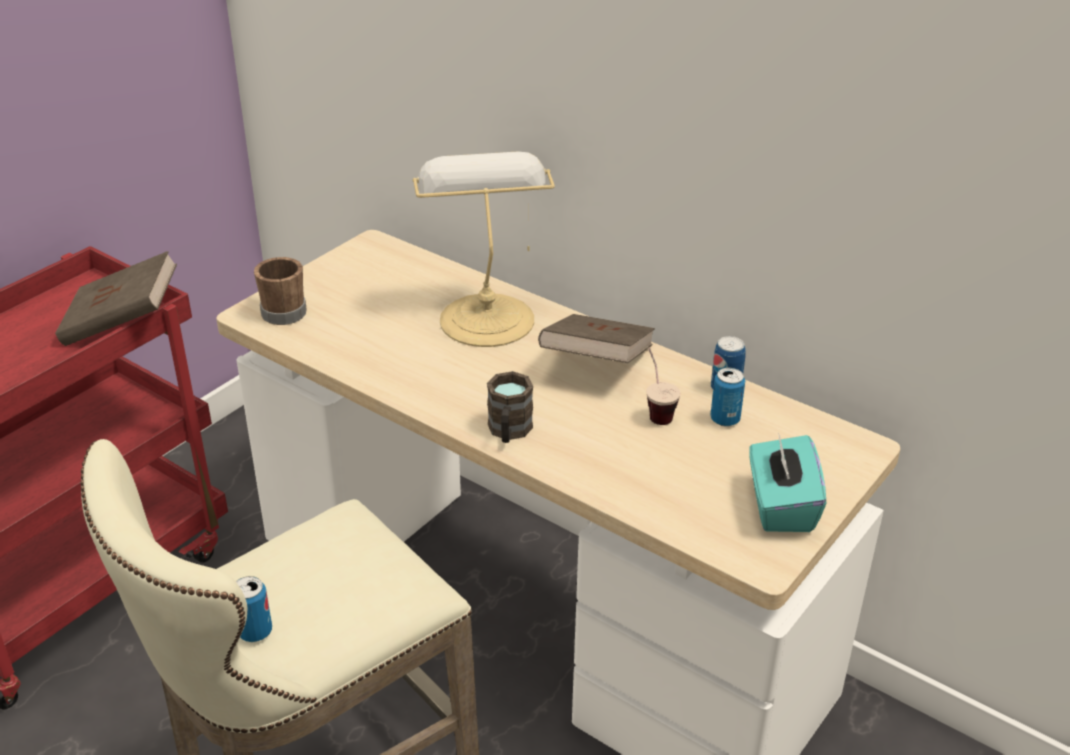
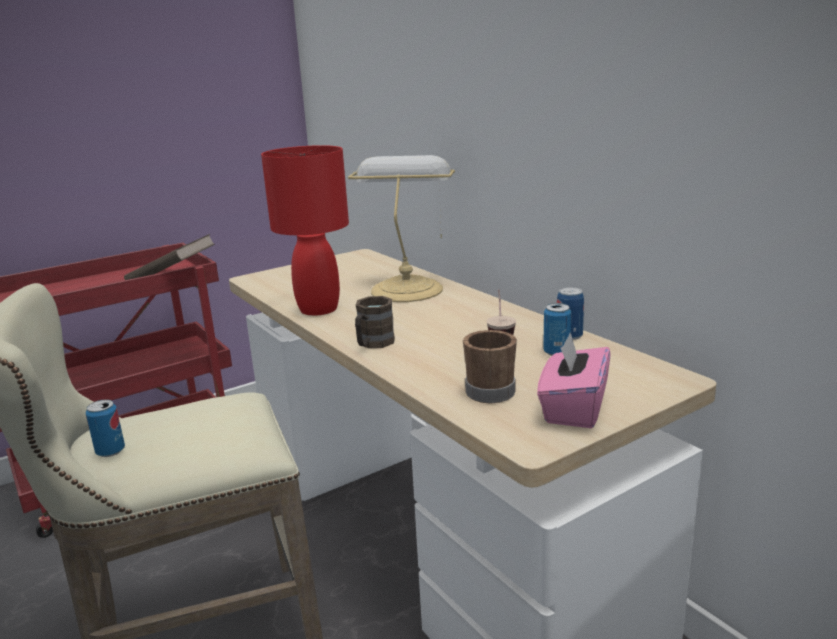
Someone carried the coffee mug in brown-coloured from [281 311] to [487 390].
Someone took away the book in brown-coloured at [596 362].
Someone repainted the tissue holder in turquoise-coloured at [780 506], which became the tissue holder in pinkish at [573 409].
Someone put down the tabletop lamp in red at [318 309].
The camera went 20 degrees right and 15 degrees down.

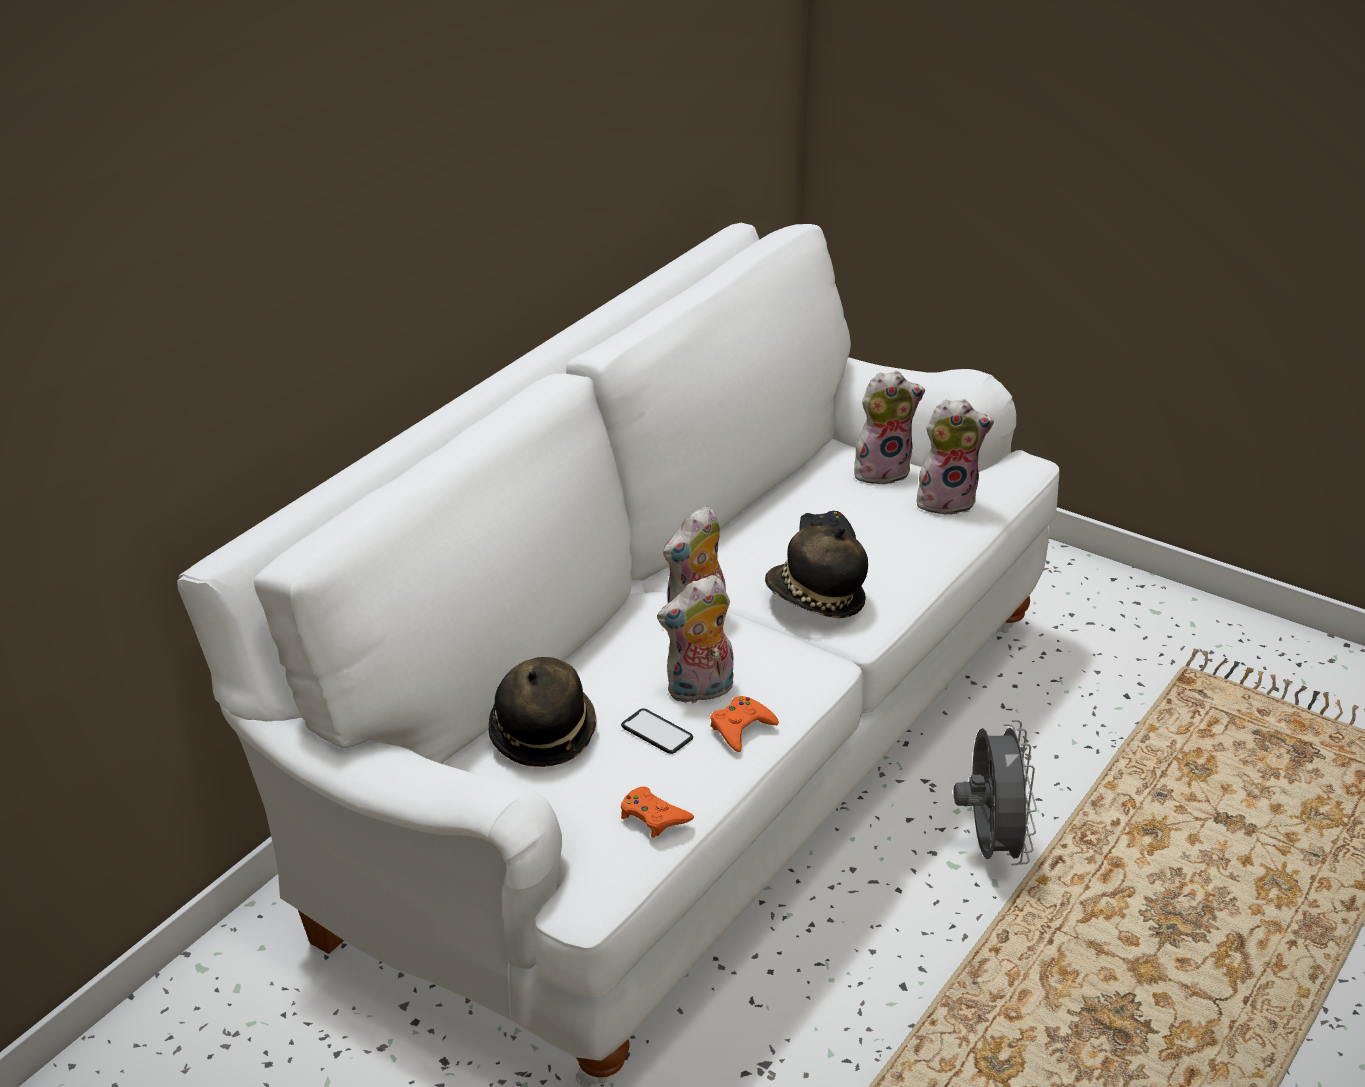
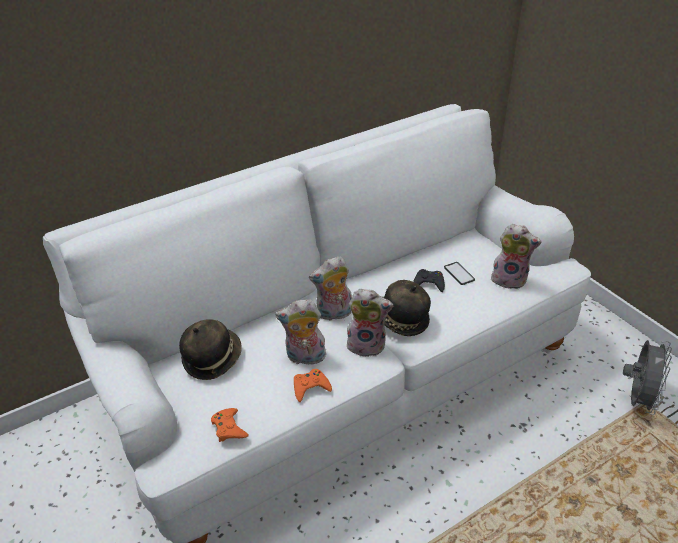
Someone carried the cuddly toy from [882 471] to [367 345].
Someone carried the telephone from [657 732] to [459 274].
Someone carried the cooling fan in grey from [990 847] to [637 399].
The camera went 25 degrees right and 5 degrees up.

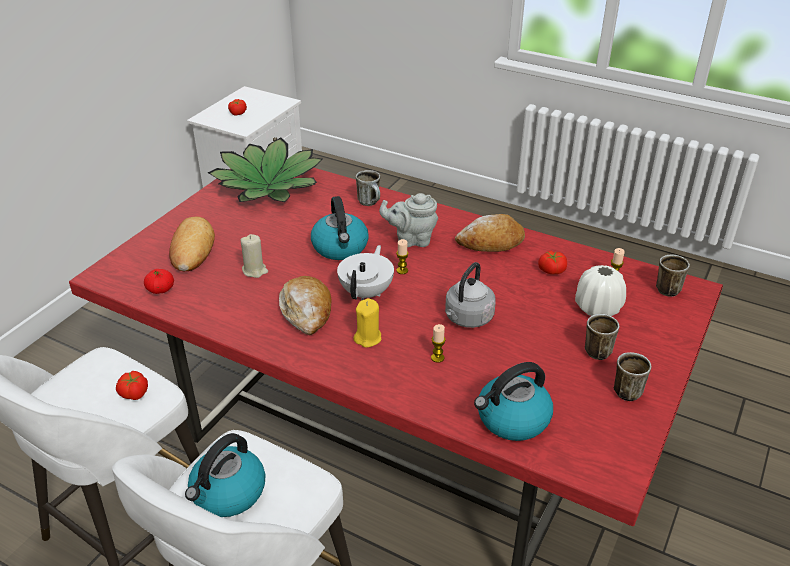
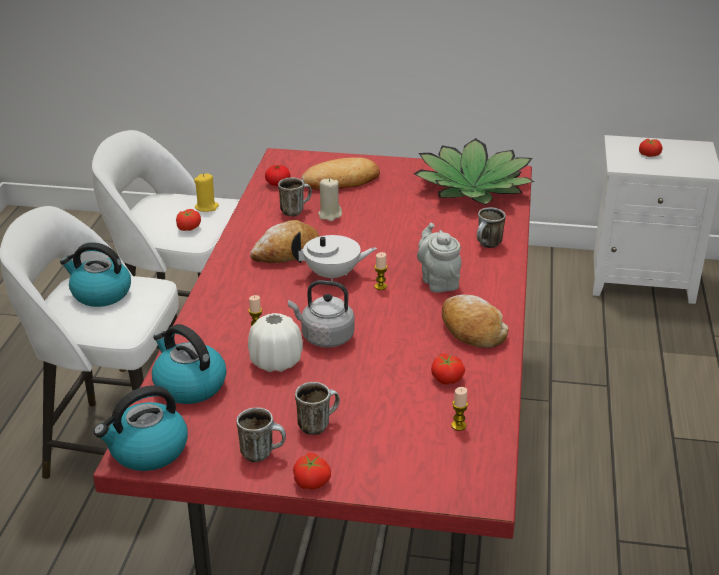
Someone carried the kettle from [340 248] to [147 451].
Someone carried the coffee mug from [664 288] to [295 210].
Someone carried the flower vase in white-coloured from [597 308] to [276 362].
Someone carried the wax candle in yellow-coloured from [368 338] to [207 207].
Someone put down the whole tomato at [312 481].
The camera went 70 degrees right and 5 degrees down.

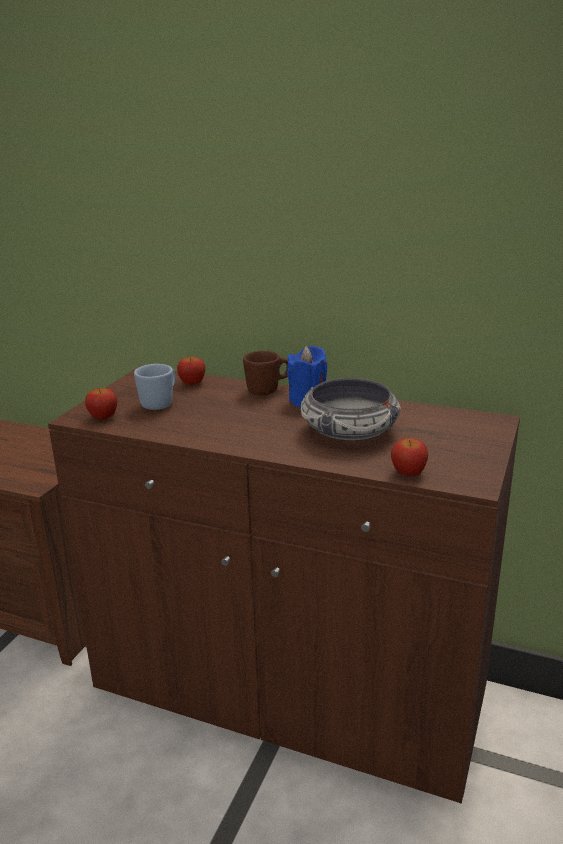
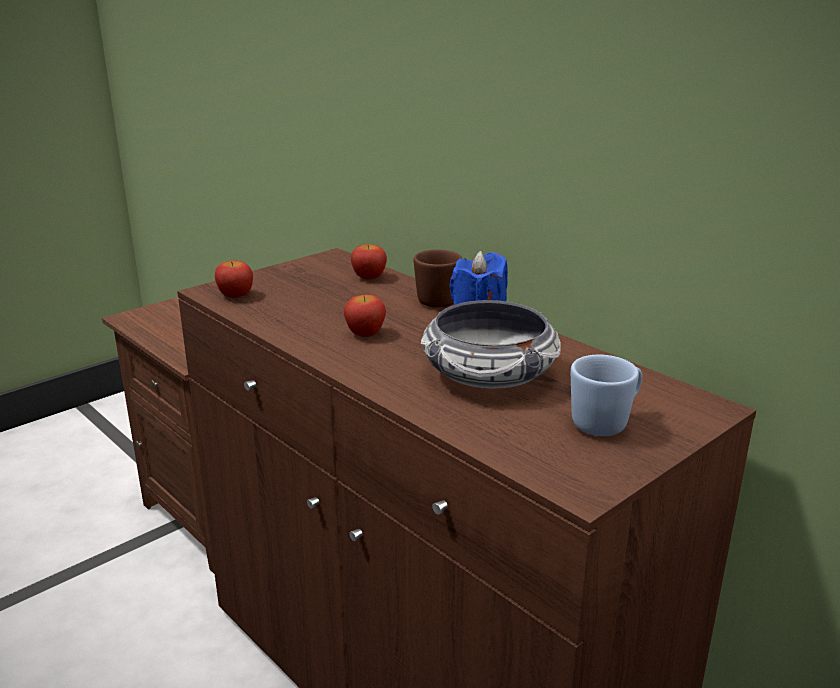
Someone carried the coffee mug in bluish from [160 403] to [606 422].
Someone carried the apple fruit from [408 472] to [365 333].
The camera went 25 degrees right and 0 degrees up.

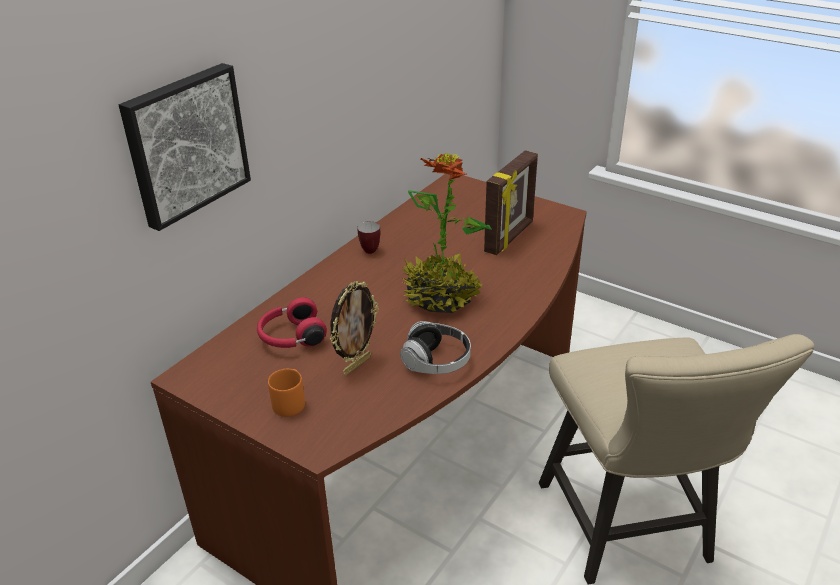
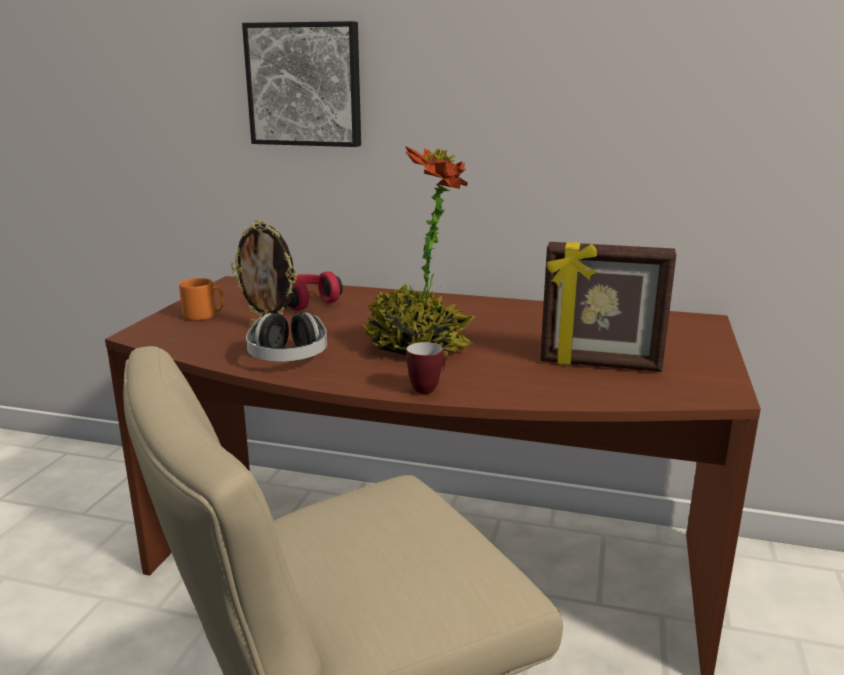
Someone carried the coffee mug from [368 249] to [427 388].
The camera went 70 degrees right and 15 degrees down.

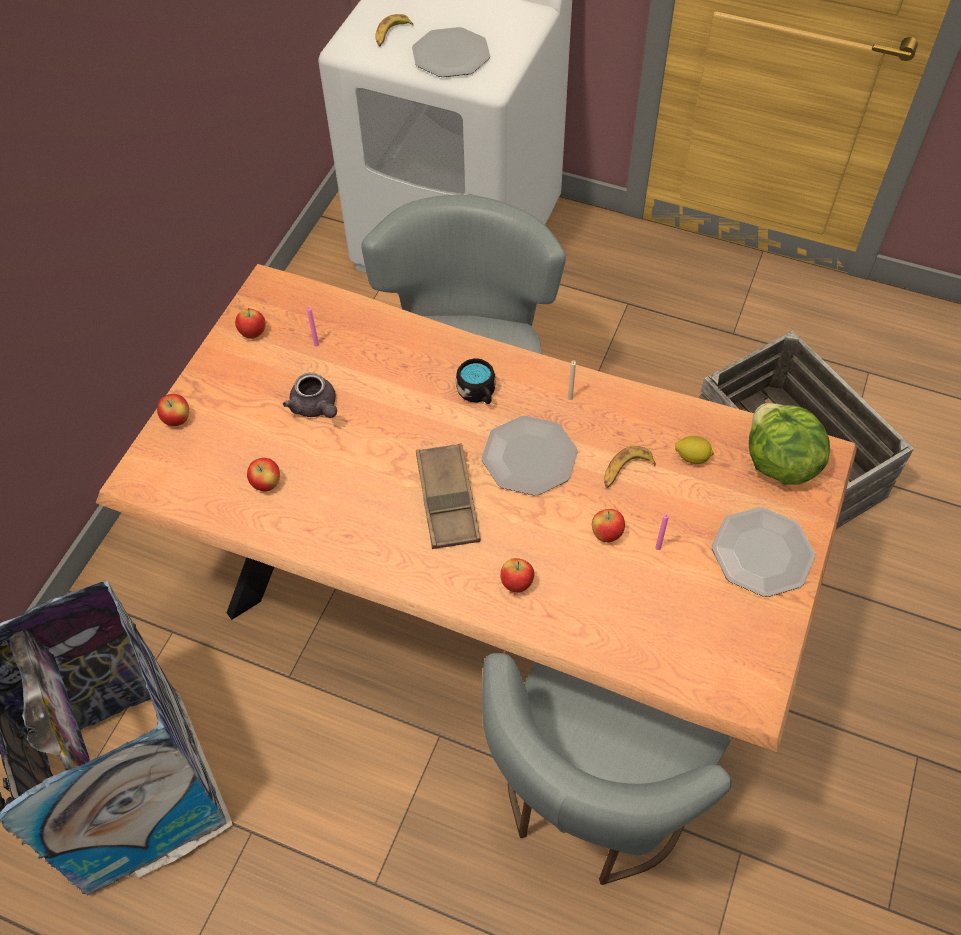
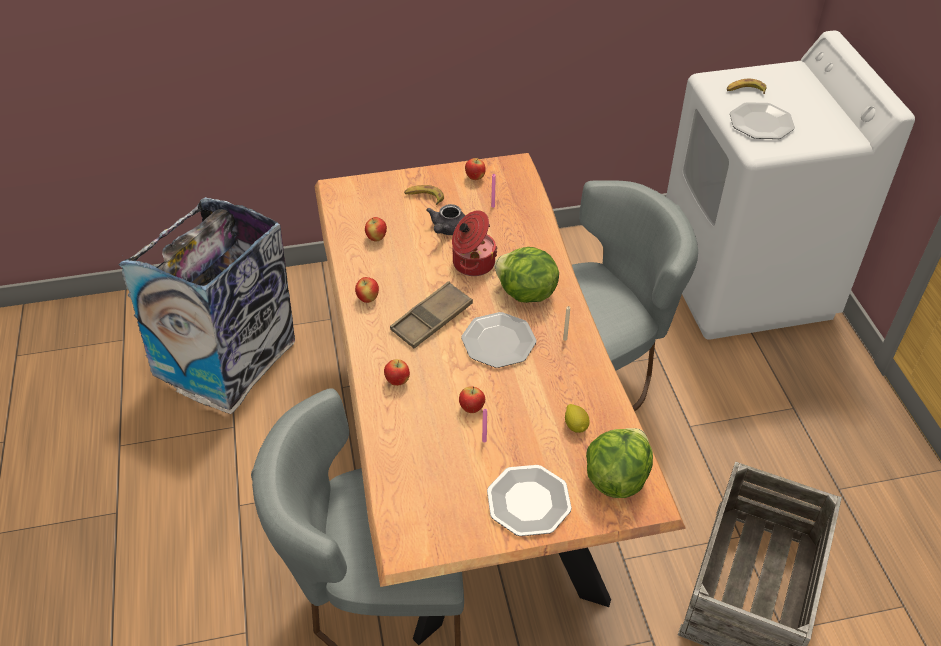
Someone swapped the coffee mug in black-coloured at [478 393] for the lettuce at [525 293].
Someone carried the apple fruit from [177 420] to [368 299].
Someone carried the banana fruit from [626 471] to [424 197].
Someone put down the saucepot at [472 263].
The camera went 55 degrees right and 10 degrees down.

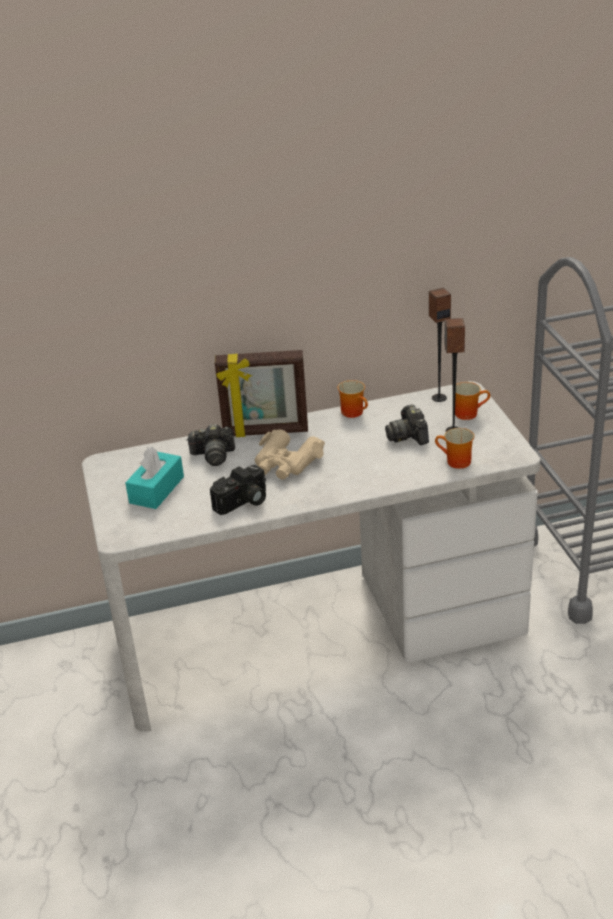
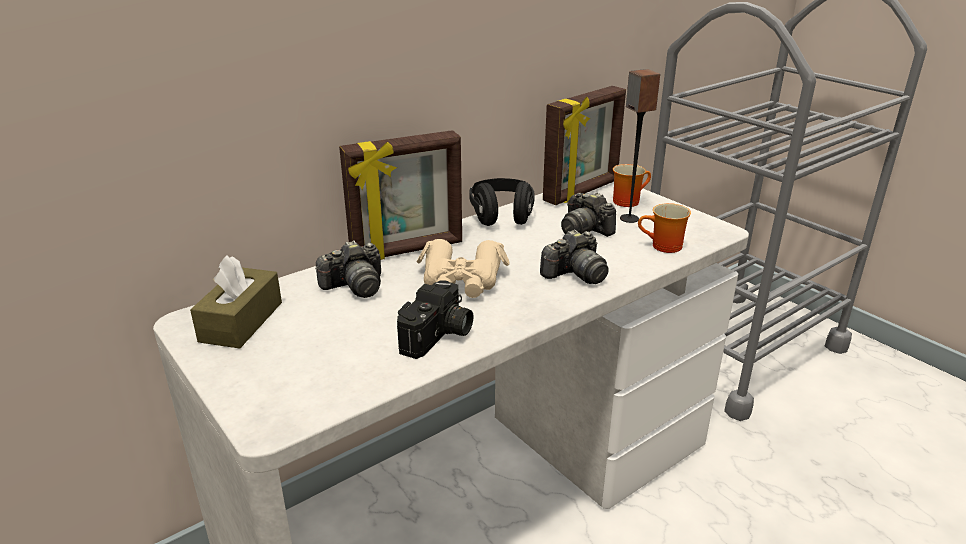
Someone swapped the speaker at [439 398] for the standing frame at [582 192].
Someone swapped the coffee mug at [355 412] for the pair of headphones in black-coloured at [502 216].
Someone took away the tissue holder in turquoise-coloured at [157 490].
Someone put down the photo camera at [575 274].
Someone put down the tissue holder in brown-coloured at [241 322].
The camera went 25 degrees left and 5 degrees down.

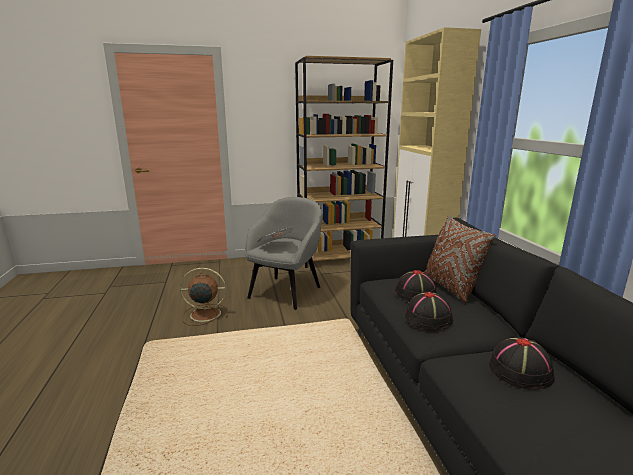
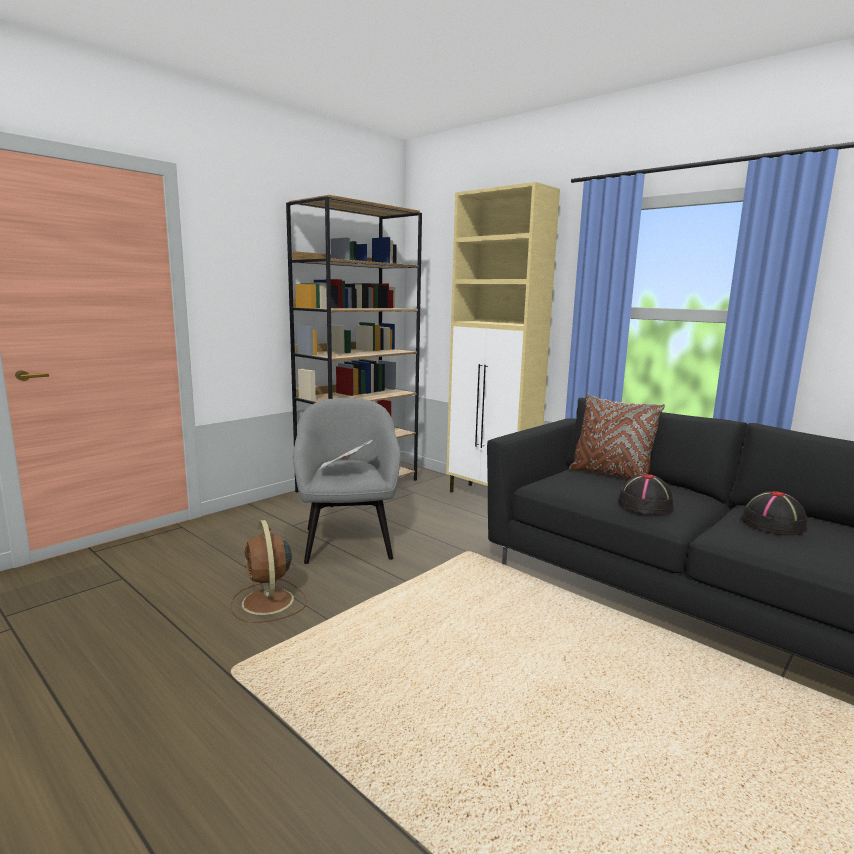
Someone rotated the cooling fan in brown-coloured at [204 314] by 75 degrees counterclockwise.
Someone took away the wearable hat in black-coloured at [415 294].
The camera went 35 degrees left and 5 degrees down.

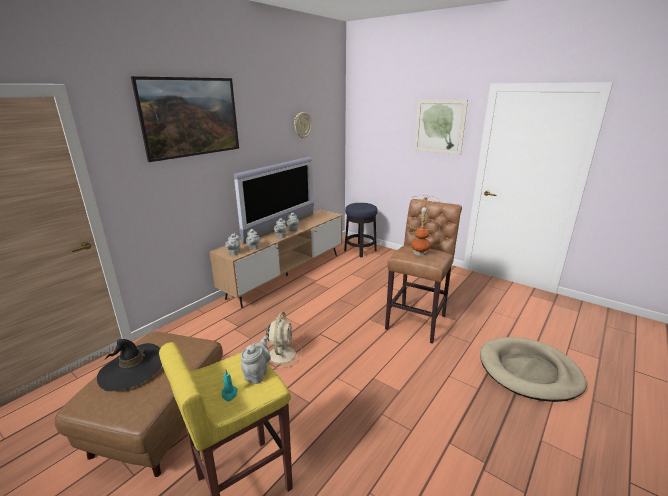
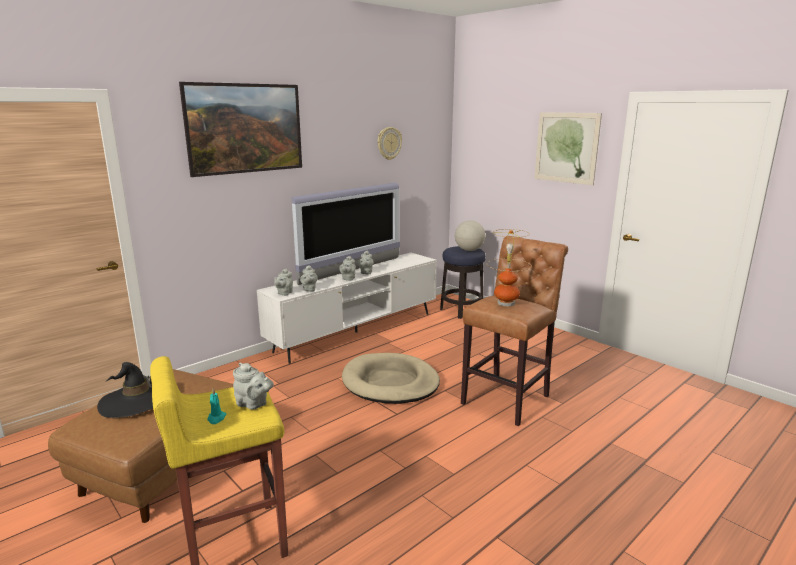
Someone repainted the media console in brown-coloured at [287 275], which became the media console in white-coloured at [356 332].
Someone took away the cooling fan in beige at [282 353].
Someone rotated the tea pot in grey at [257 373] by 90 degrees clockwise.
Someone carried the dog cushion in beige from [529 371] to [390 382].
Someone put down the desk globe at [469 250].
The camera went 10 degrees right and 5 degrees down.

